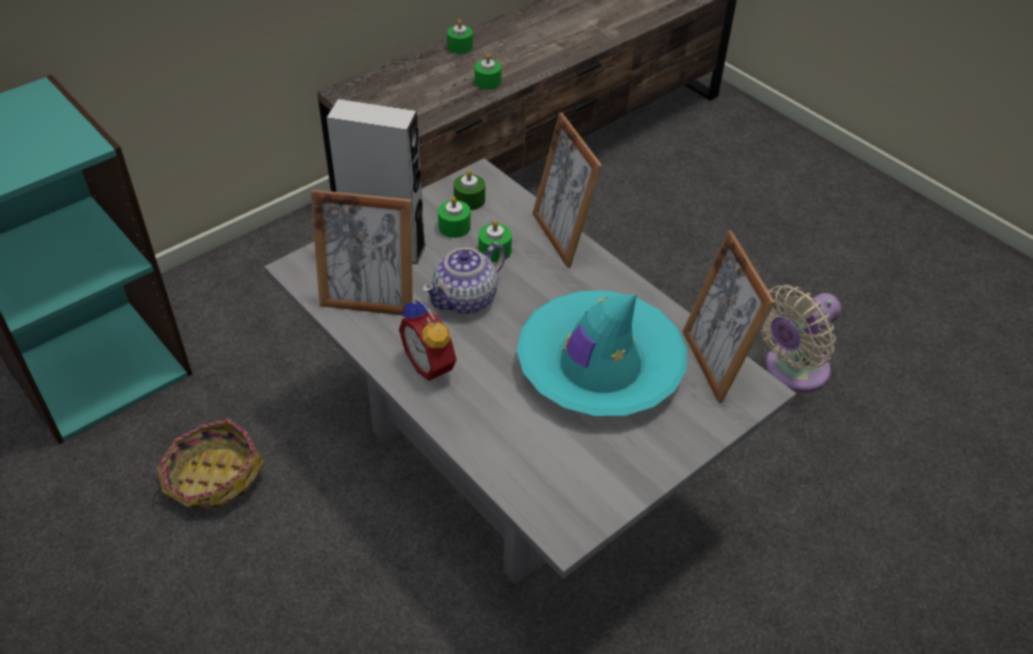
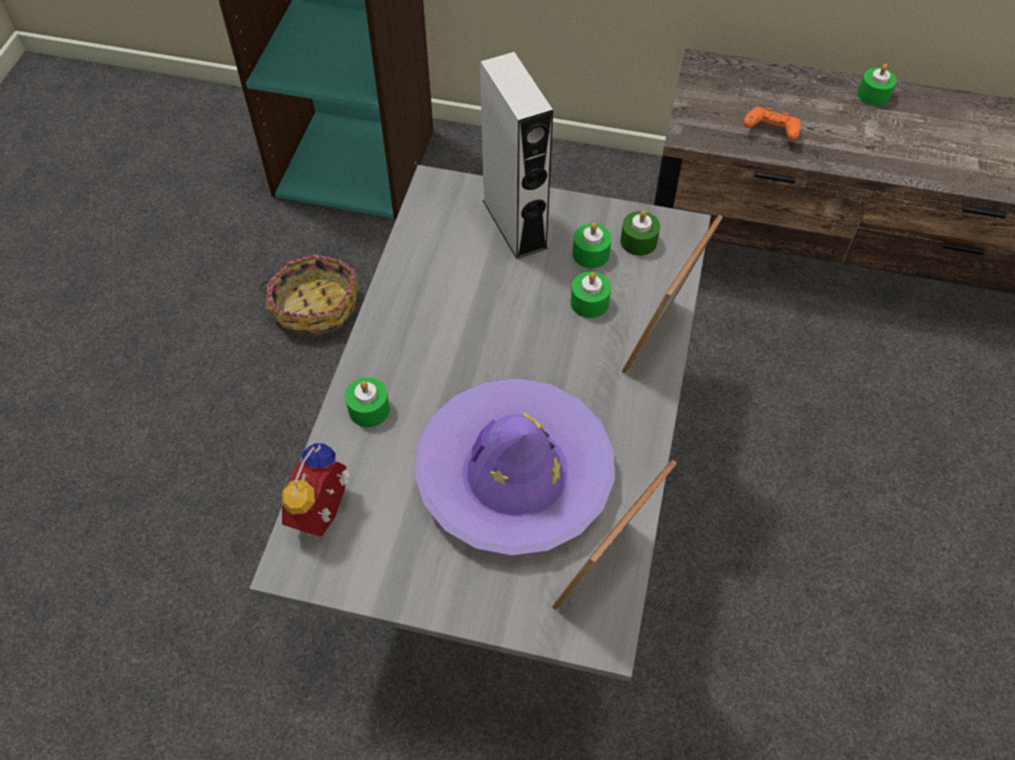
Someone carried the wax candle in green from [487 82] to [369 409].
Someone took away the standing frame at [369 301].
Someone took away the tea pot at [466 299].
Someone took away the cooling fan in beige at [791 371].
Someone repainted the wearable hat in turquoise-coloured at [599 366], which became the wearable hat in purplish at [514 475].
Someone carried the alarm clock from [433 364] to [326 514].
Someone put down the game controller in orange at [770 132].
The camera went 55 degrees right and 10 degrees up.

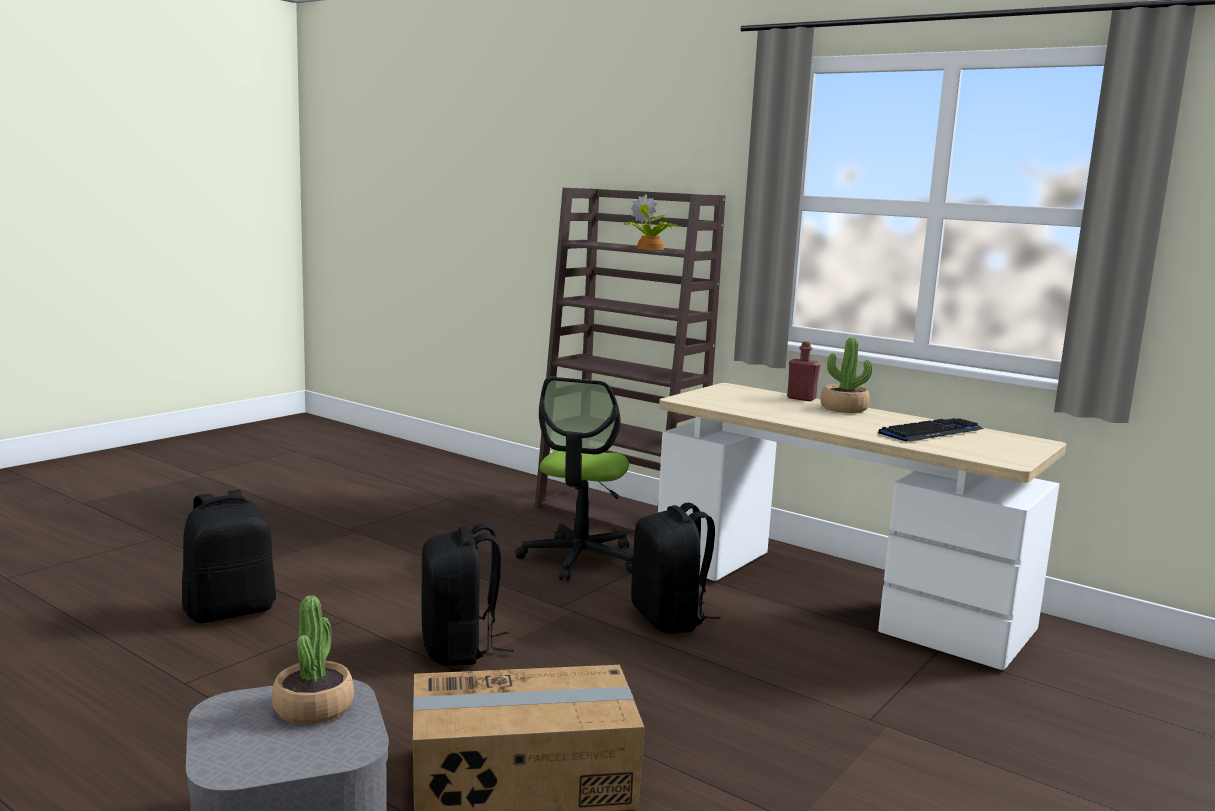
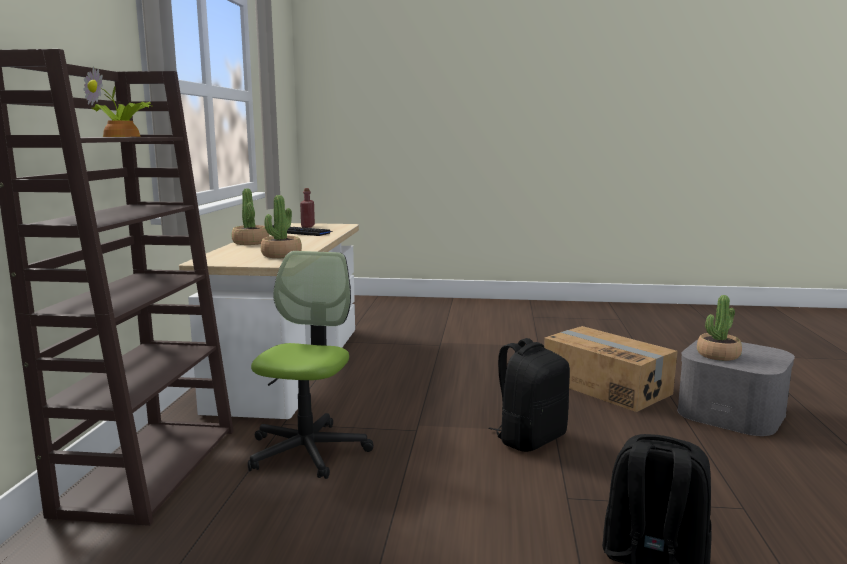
Someone carried the bottle in red from [801 398] to [308 226].
Someone rotated the office chair at [579 559] by 60 degrees counterclockwise.
Someone took away the knapsack in black-coloured at [670 619].
Someone put down the plant in a pot at [281 255].
The camera went 120 degrees left and 0 degrees up.

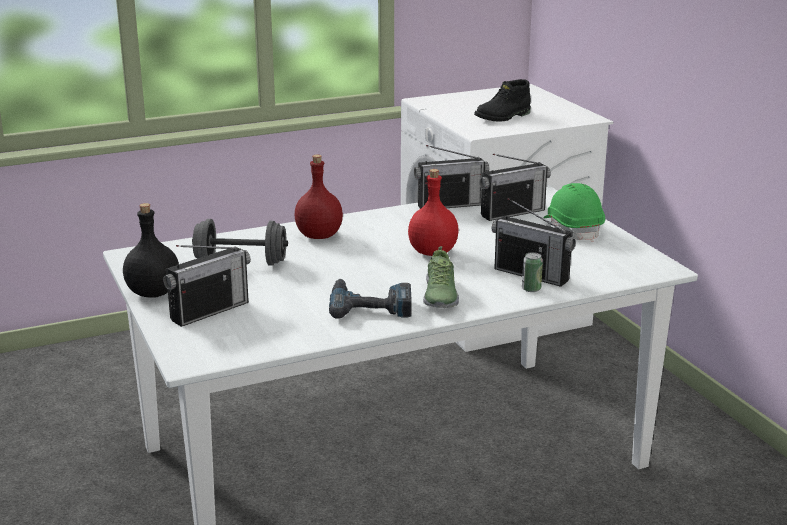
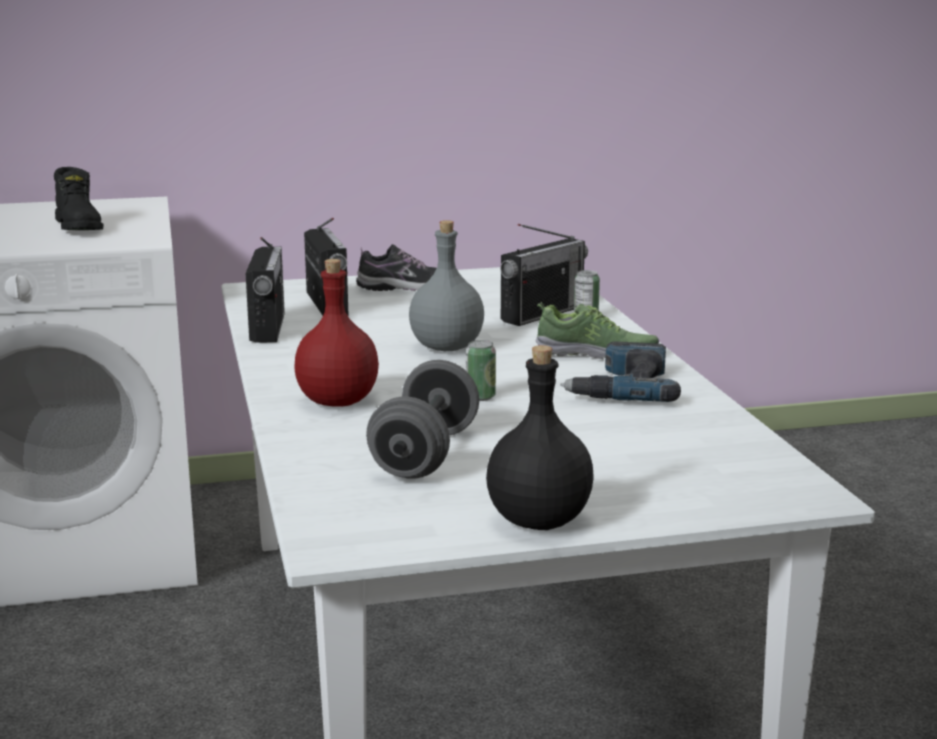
Someone repainted the bottle in red at [432 252], which became the bottle in grey at [447 348].
Someone swapped the hard hat in green at [573 229] for the low shoe at [404 287].
Someone took away the radio receiver at [209 311].
Someone put down the can at [480 397].
The camera went 80 degrees left and 5 degrees down.

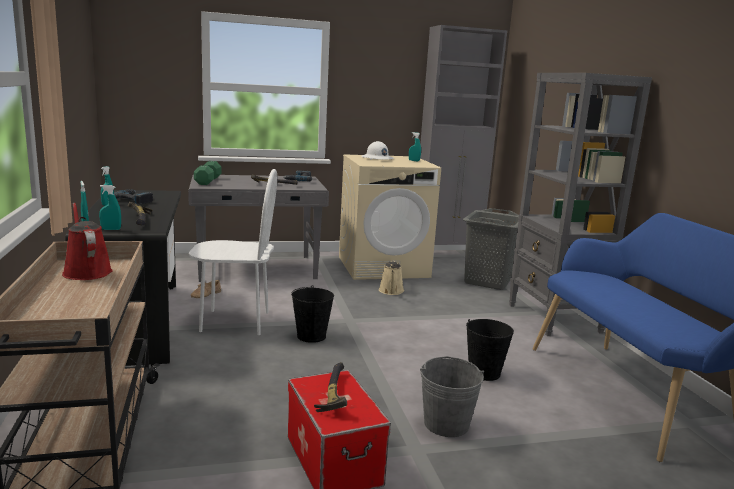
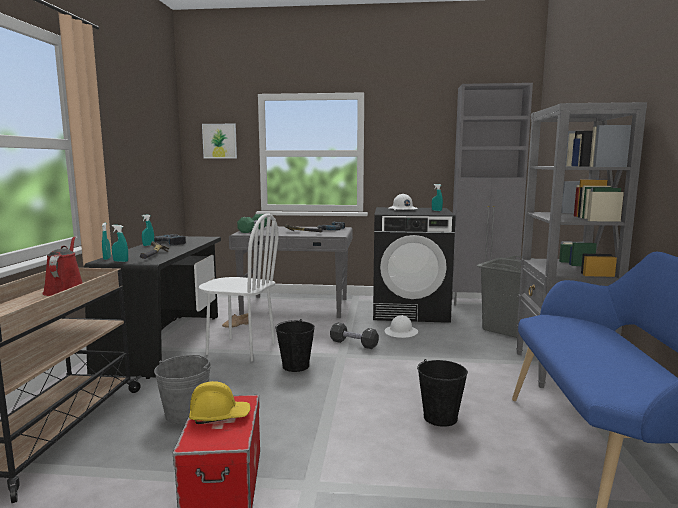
Someone repainted the laundry appliance in beige at [383 267], which became the laundry appliance in black-coloured at [410 310].
Someone swapped the watering pot in beige at [391 291] for the hard hat in white-coloured at [401 332].
Someone carried the pail in grey from [446 424] to [186 413].
Someone swapped the hammer at [332 395] for the hard hat in yellow-coloured at [219 416].
Someone put up the picture at [219 141].
Someone put down the free weight in black-coloured at [354 344].
The camera went 20 degrees right and 5 degrees down.

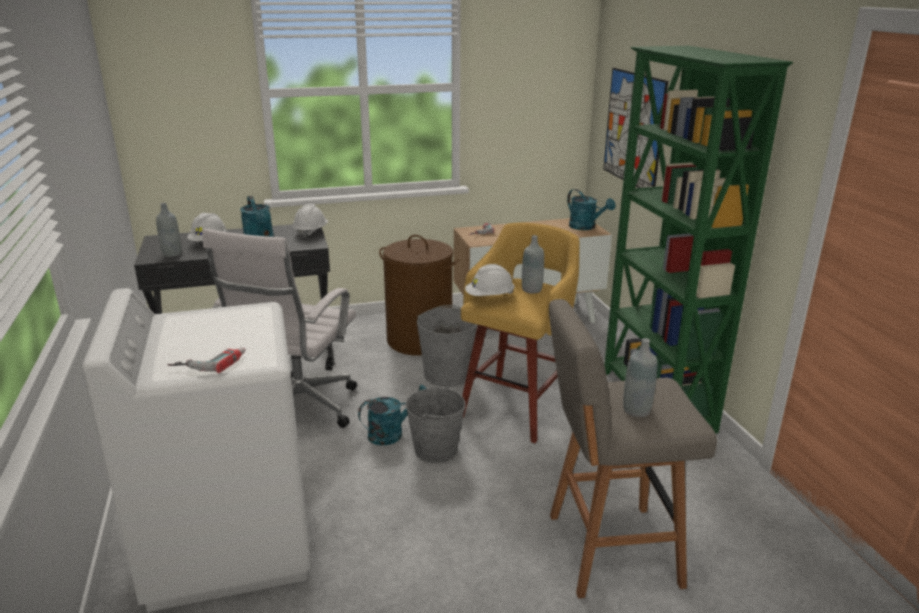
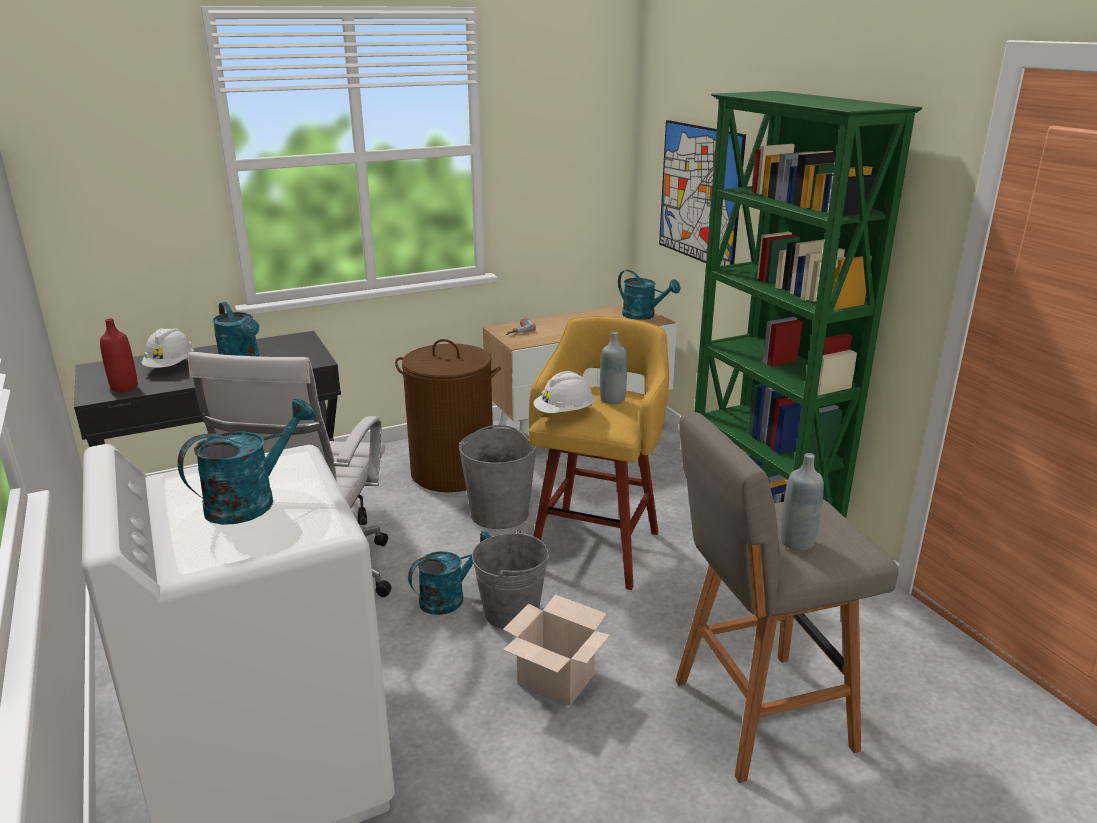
Someone repainted the bottle in grey at [172 254], which became the bottle in red at [124 387].
Someone took away the hard hat in white-coloured at [311 232].
Someone took away the drill at [209 362].
Someone put down the watering pot in turquoise-coloured at [251 501].
Someone put down the carton at [553 679].
The camera went 10 degrees left and 0 degrees up.

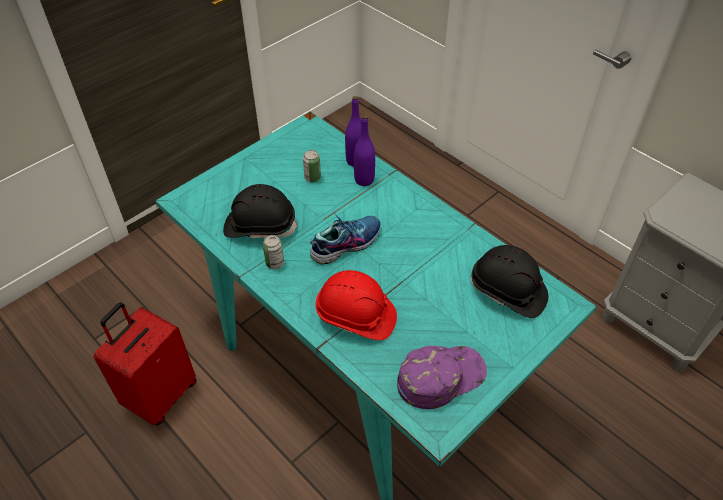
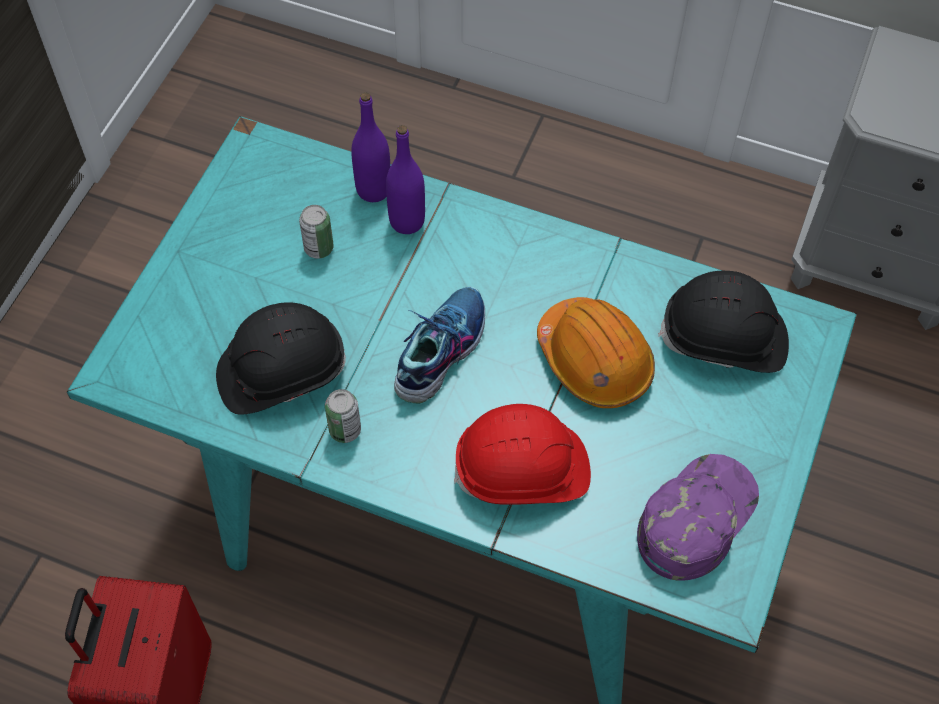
Someone put down the hard hat in orange at [594 360].
The camera went 25 degrees left and 10 degrees up.

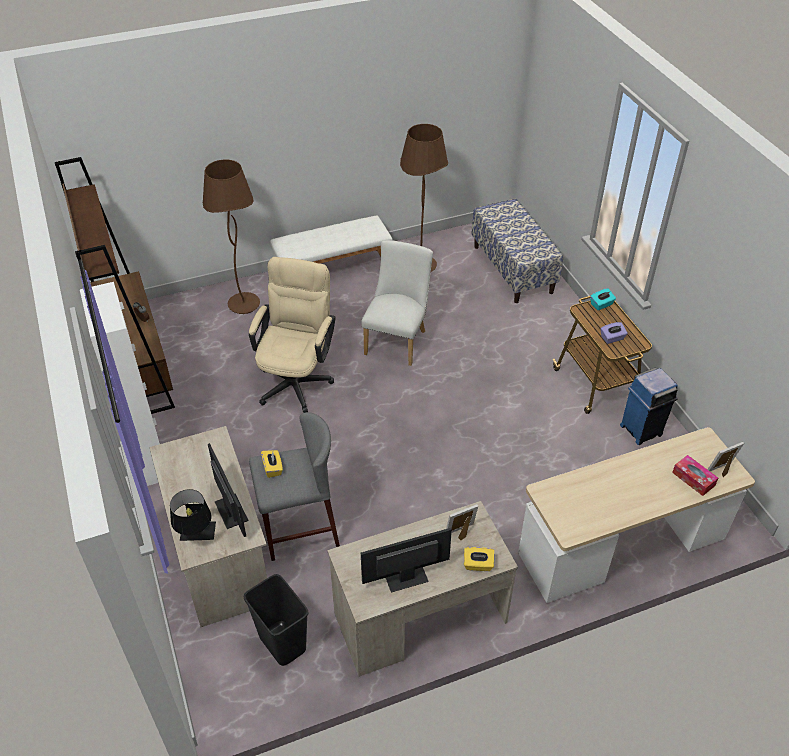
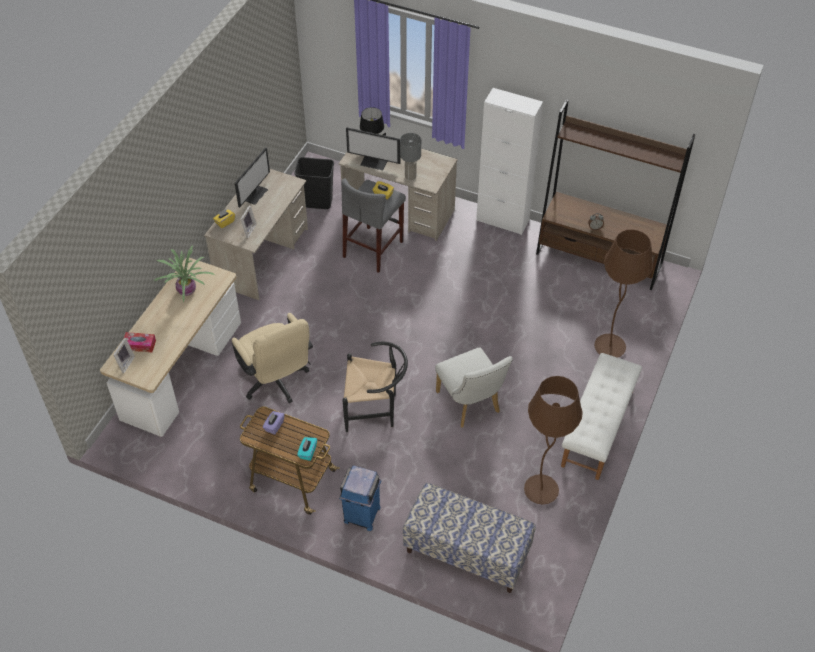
Someone carried the office chair in beige from [297 379] to [276 382].
Someone carried the trash can in bluish from [641 429] to [361 515].
Someone put down the tabletop lamp in grey at [410 176].
Someone put down the plant in a pot at [186 292].
Someone put down the upright chair in black-coloured at [375 410].
The camera went 135 degrees right and 5 degrees up.

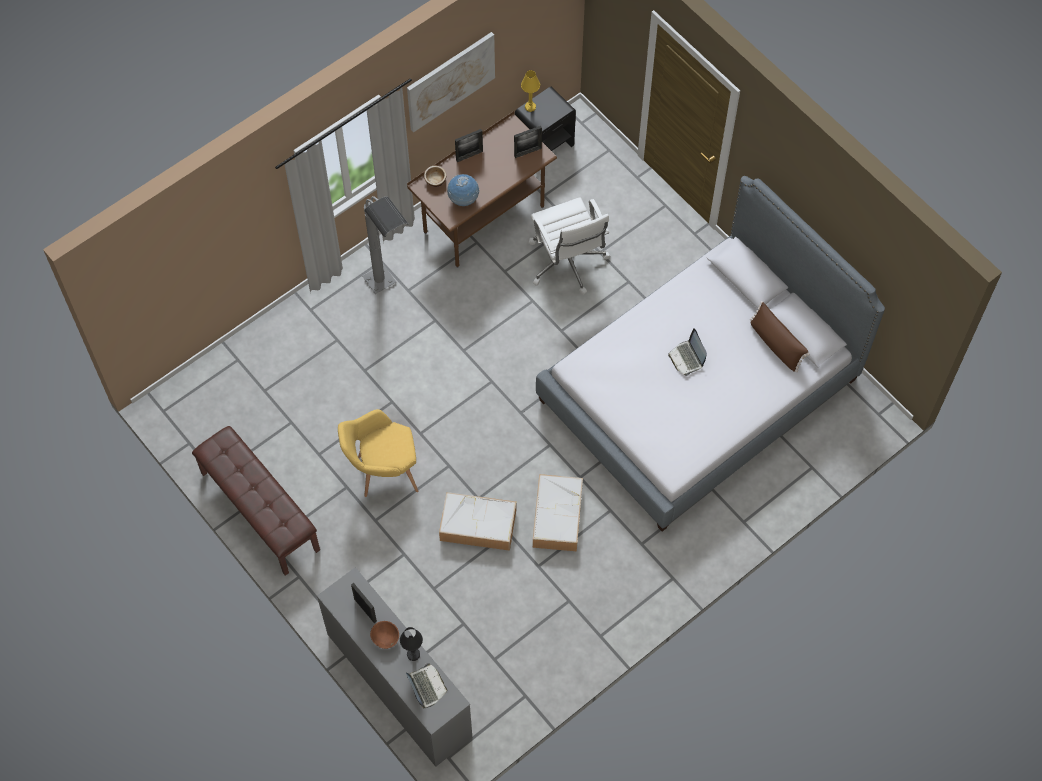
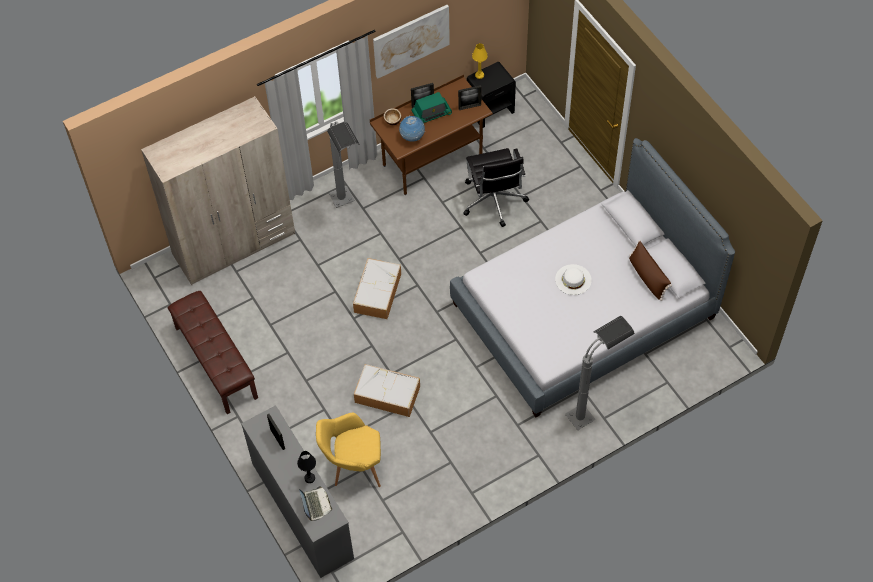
Someone repainted the office chair in white-coloured at [567 263], which became the office chair in black-coloured at [494 201].
Someone swapped the laptop at [687 358] for the wearable hat in white-coloured at [573 279].
Someone carried the armchair in yellow-coloured from [382 472] to [353 467].
Someone carried the storage box from [557 515] to [377 292].
Someone took away the serving bowl in brown-coloured at [385 638].
Someone put down the radio receiver at [431 113].
Someone put down the armoire in beige at [234 244].
Someone put down the standard lamp in grey at [592 409].
The camera went 10 degrees right and 5 degrees down.

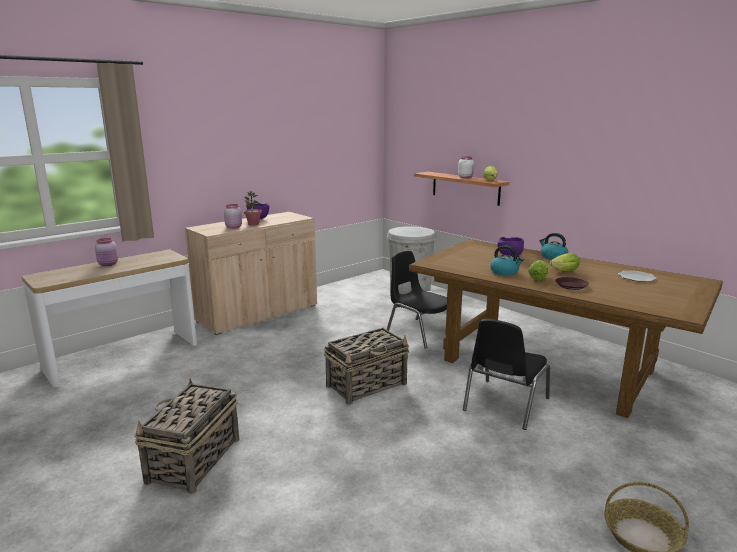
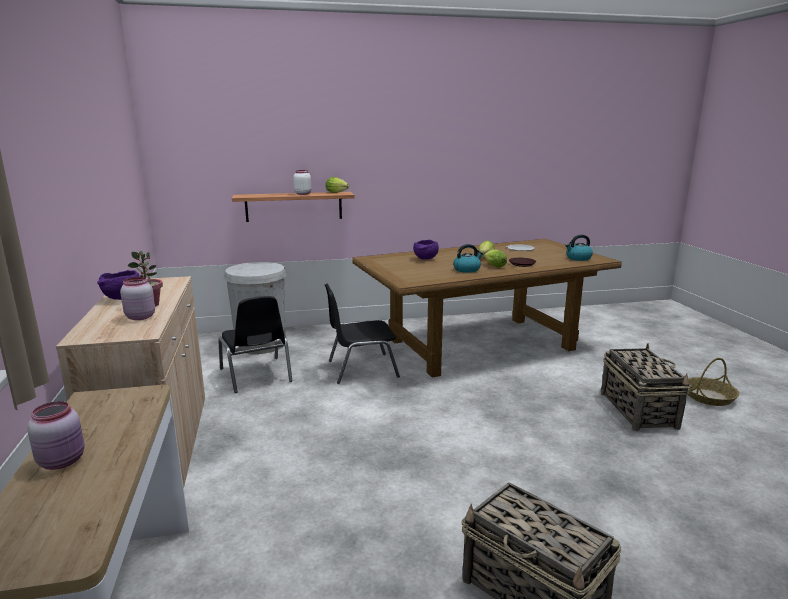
Someone carried the kettle from [553 257] to [578 258].
Someone carried the upright chair in black-coloured from [504 404] to [256 375].
Someone carried the basket from [367 385] to [637 409].
The camera went 60 degrees left and 0 degrees up.

